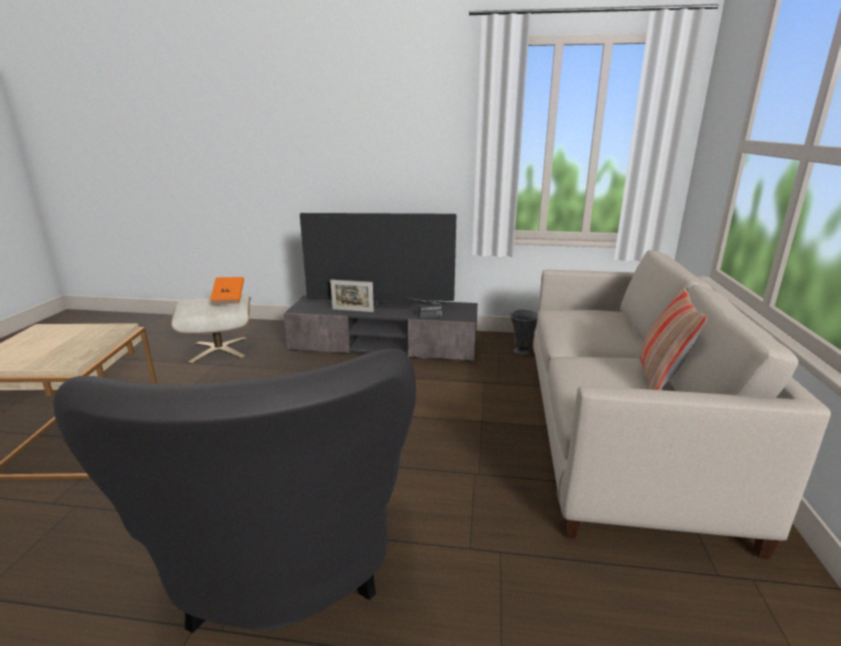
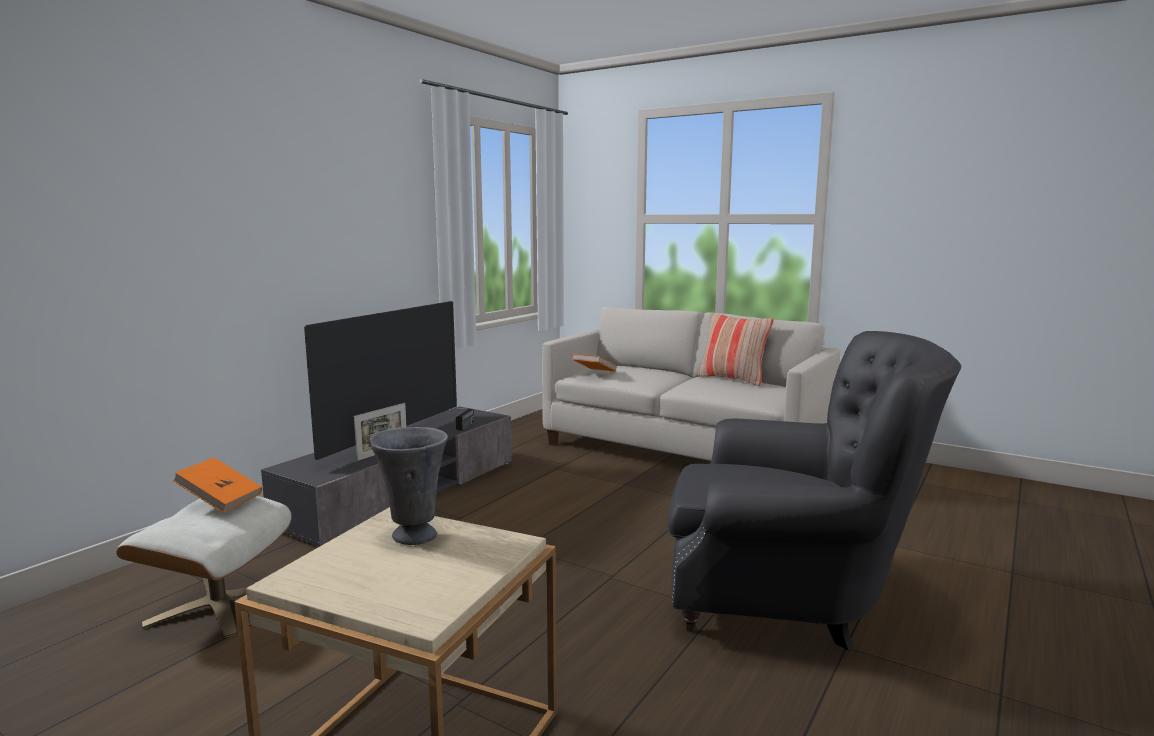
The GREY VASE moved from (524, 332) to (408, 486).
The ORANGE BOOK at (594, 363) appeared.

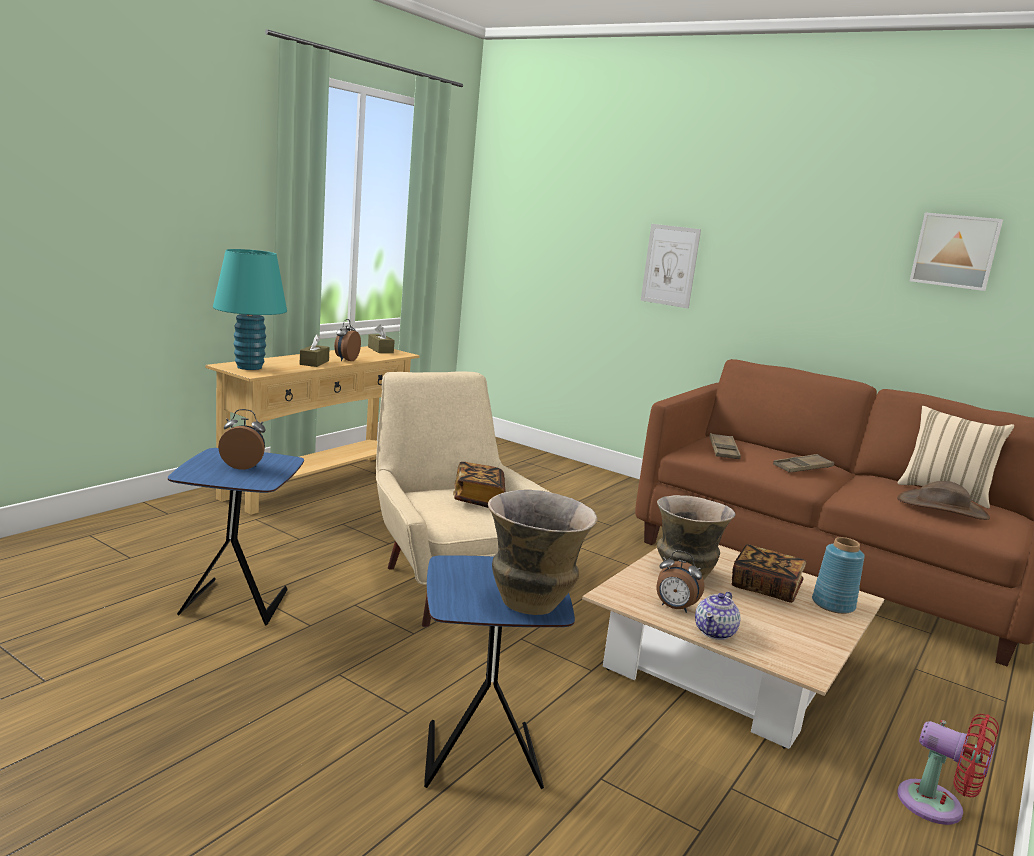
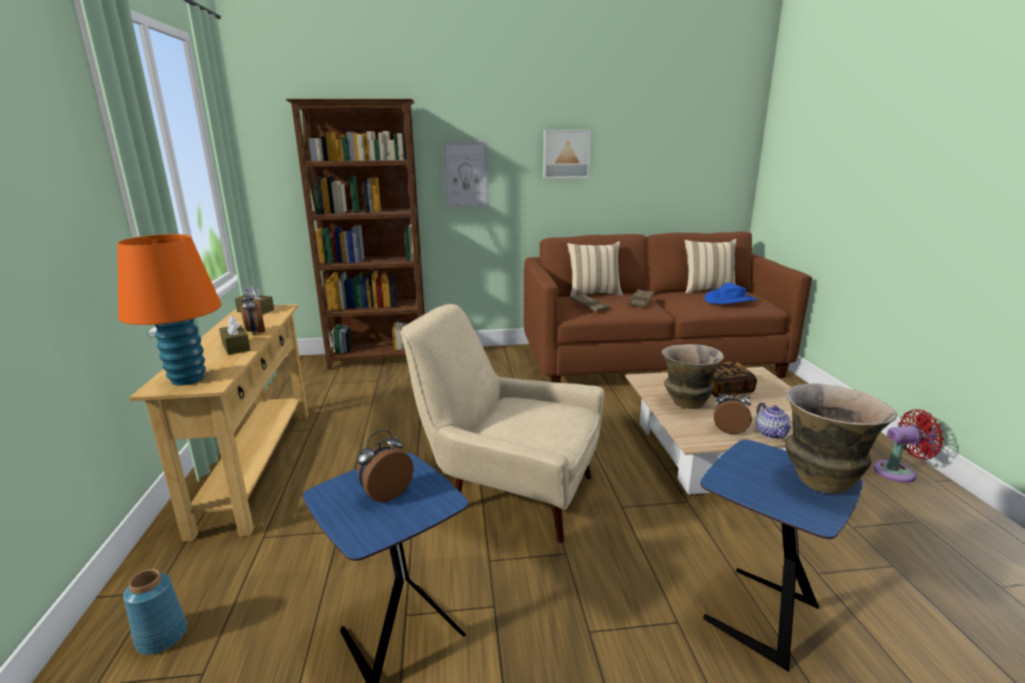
The PICTURE moved from (956, 251) to (567, 154).
The TURQUOISE TABLE LAMP at (250, 309) became the ORANGE TABLE LAMP at (169, 309).
The BOOK at (479, 485) disappeared.
The BROWN HAT at (943, 500) became the BLUE HAT at (730, 293).
The BLUE VASE moved from (838, 575) to (155, 612).
The ALARM CLOCK at (680, 581) turned 150 degrees counterclockwise.
The BROWN BOOKCASE at (355, 234) appeared.
The BEIGE PILLOW at (595, 268) appeared.

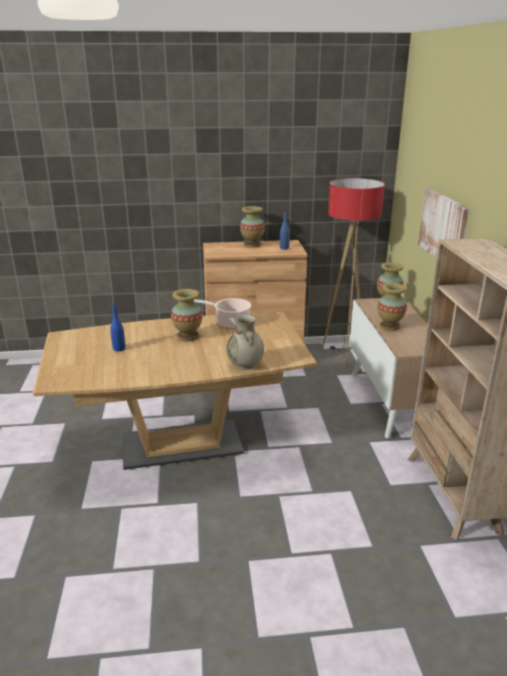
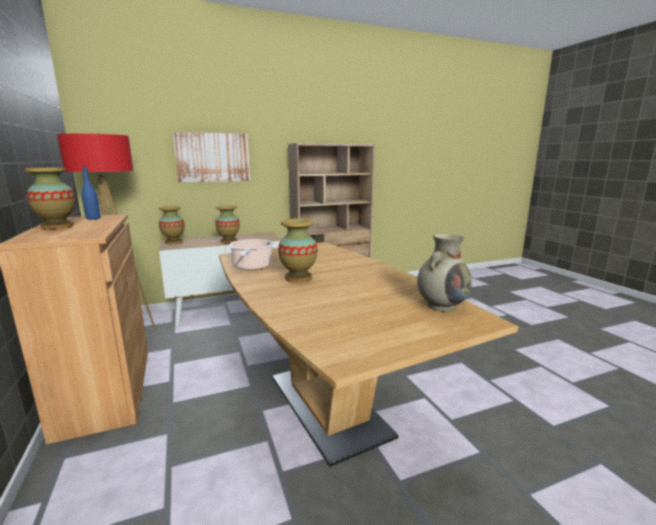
The BLUE BOTTLE at (117, 327) disappeared.
The BEIGE VASE moved from (245, 342) to (444, 273).

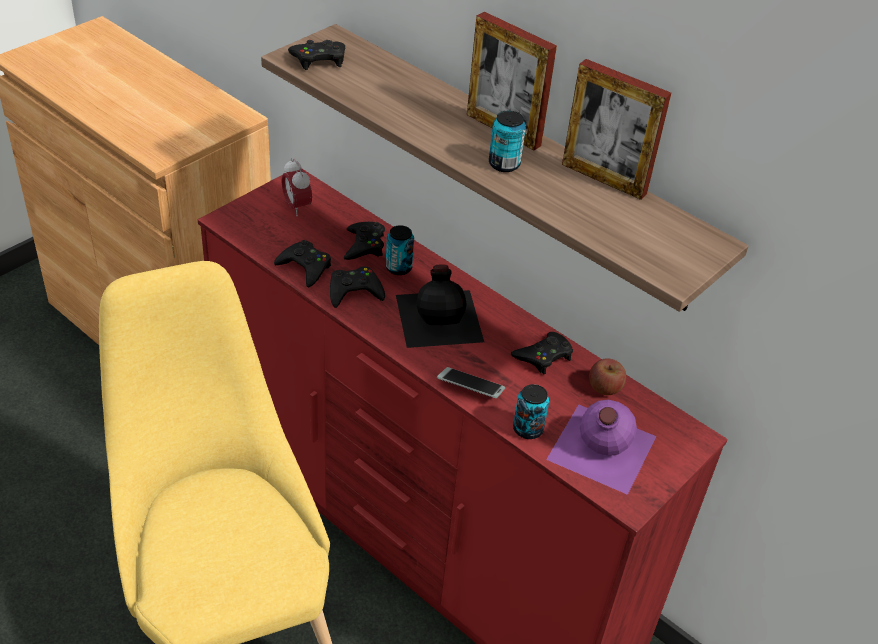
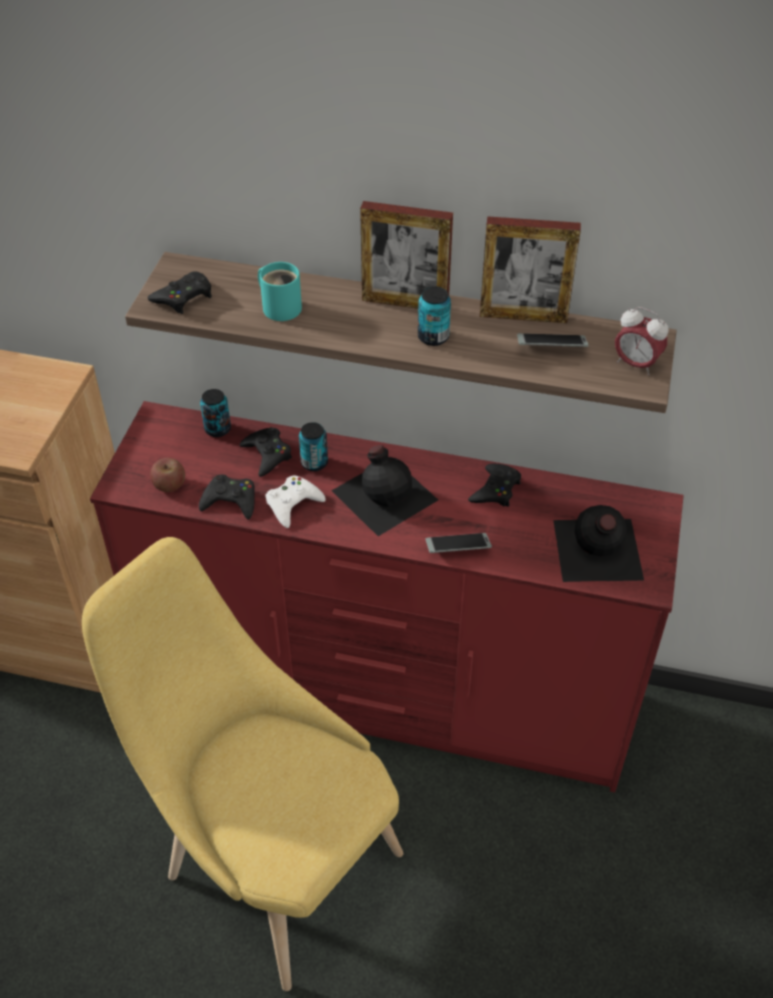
The ALARM CLOCK moved from (297, 187) to (641, 341).
The BLACK GAME CONTROLLER at (357, 287) became the WHITE GAME CONTROLLER at (295, 501).
The APPLE moved from (607, 376) to (167, 475).
The CAN moved from (531, 411) to (215, 413).
The PURPLE BOTTLE at (601, 447) became the BLACK BOTTLE at (598, 543).
The TURQUOISE MUG at (280, 291) appeared.
The PHONE at (553, 340) appeared.

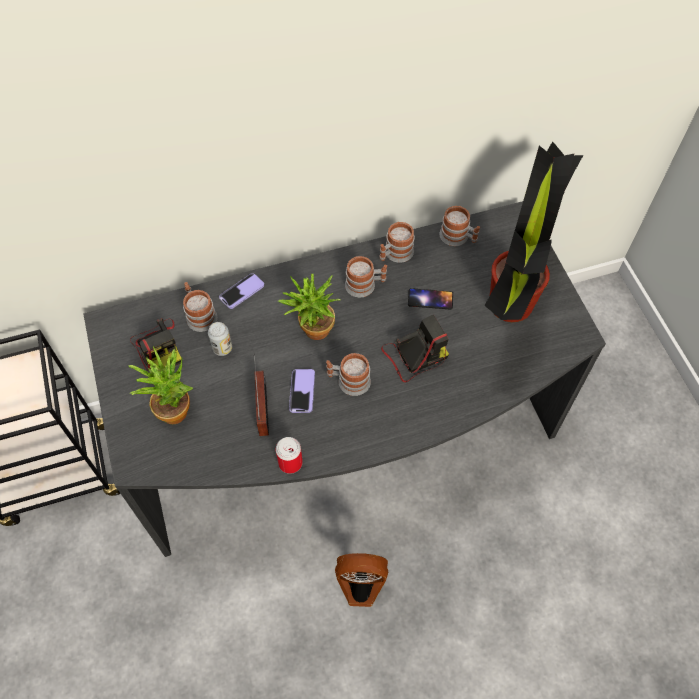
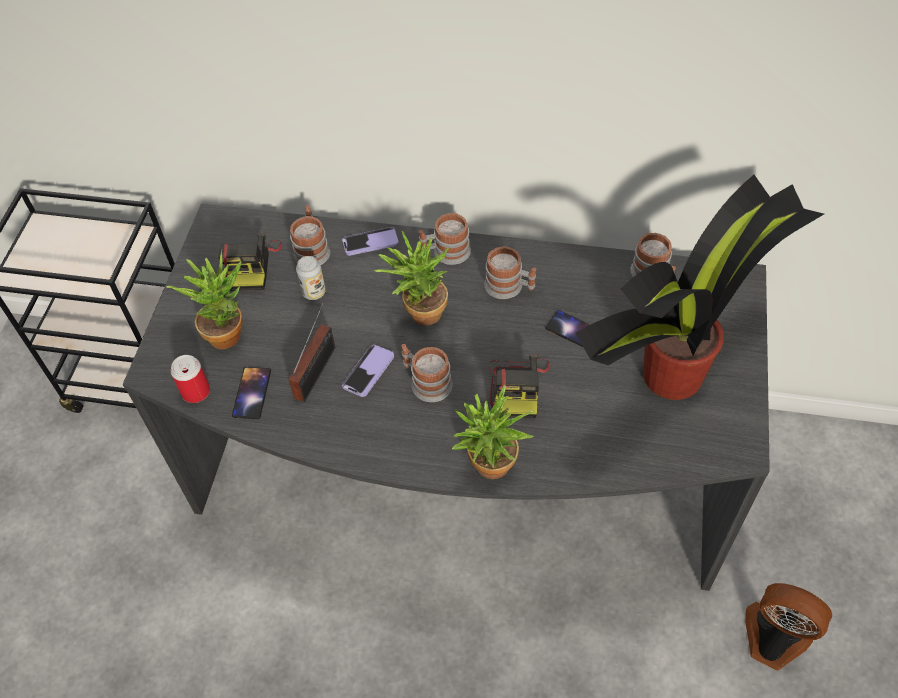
The MUG moved from (397, 242) to (445, 239).
The PHOTO CAMERA at (415, 348) turned 90 degrees clockwise.
The CAN moved from (289, 455) to (190, 379).
The FAN moved from (361, 580) to (788, 626).
The PHONE at (251, 393) appeared.
The POTTED PLANT at (493, 432) appeared.

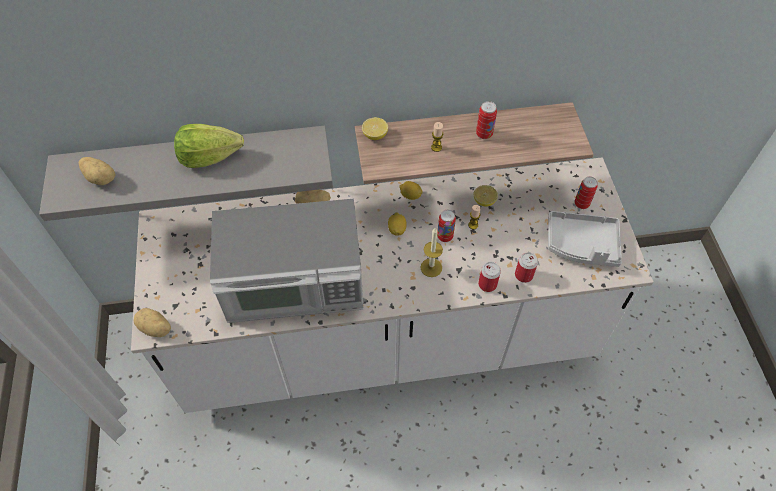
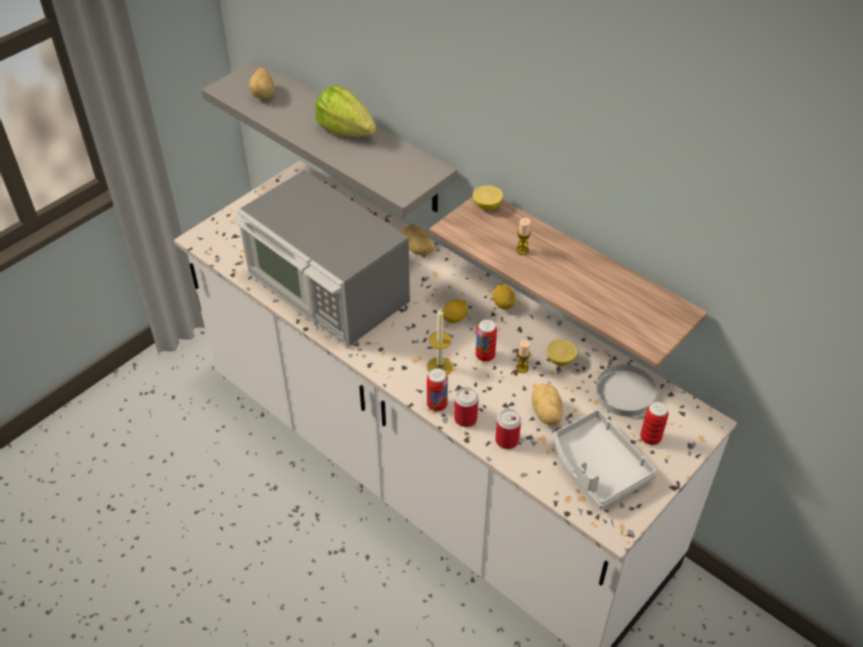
The CAN moved from (486, 120) to (437, 390).
The POTATO moved from (152, 322) to (547, 404).
The WHITE PLATE at (626, 391) appeared.

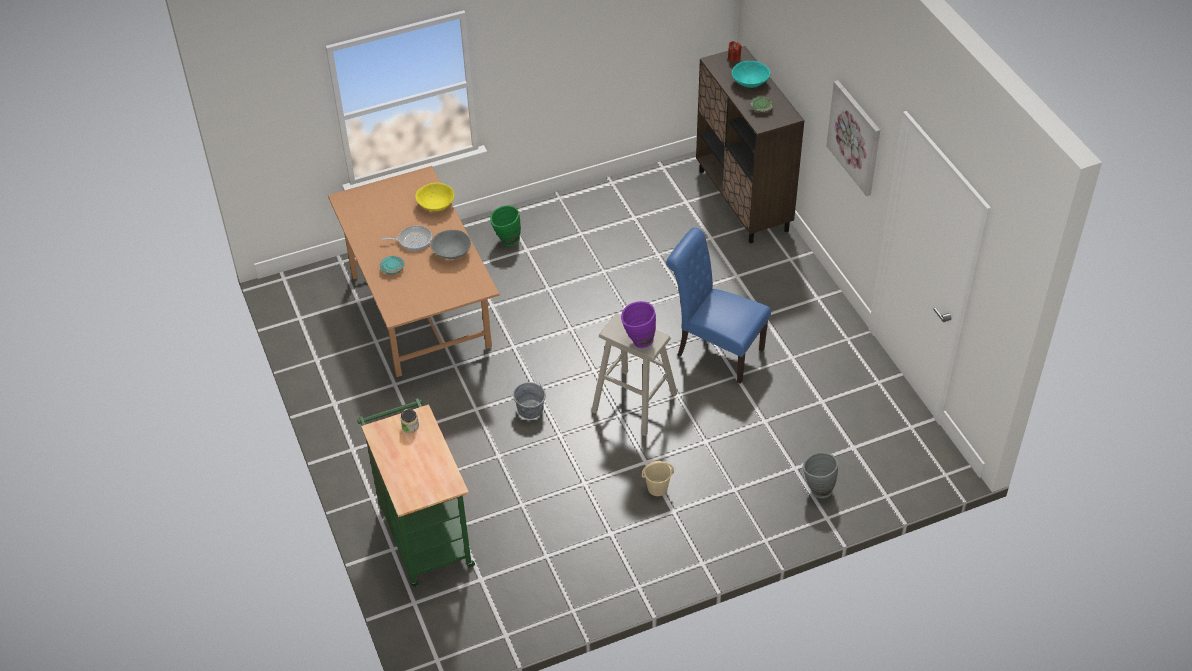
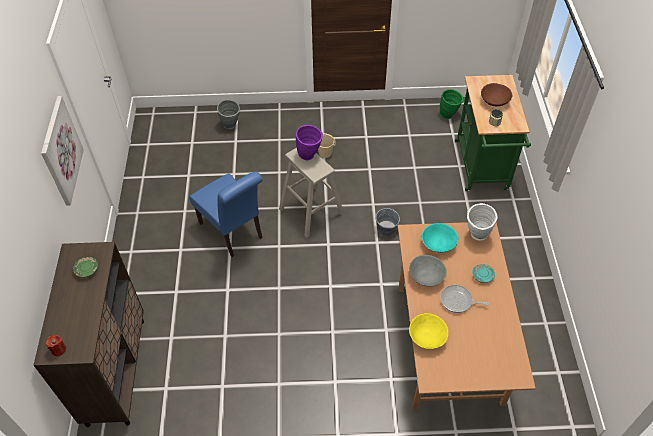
The TURQUOISE BOWL moved from (751, 74) to (440, 238).
The GREEN VASE moved from (505, 225) to (451, 104).
The BROWN BOWL at (496, 94) appeared.
The WHITE VASE at (482, 221) appeared.

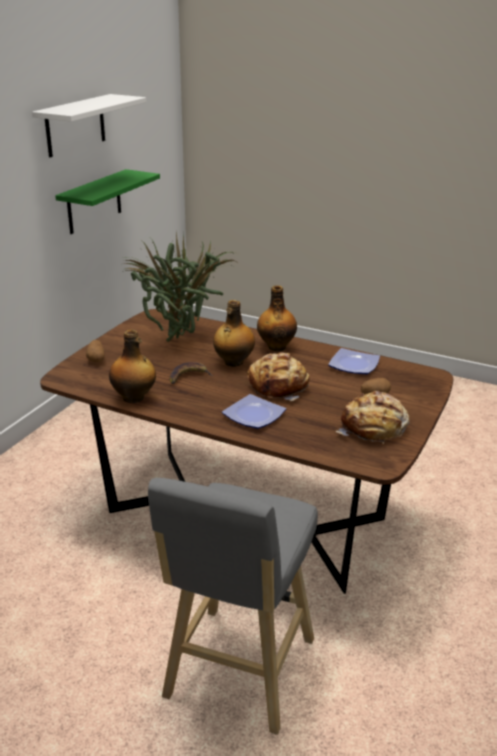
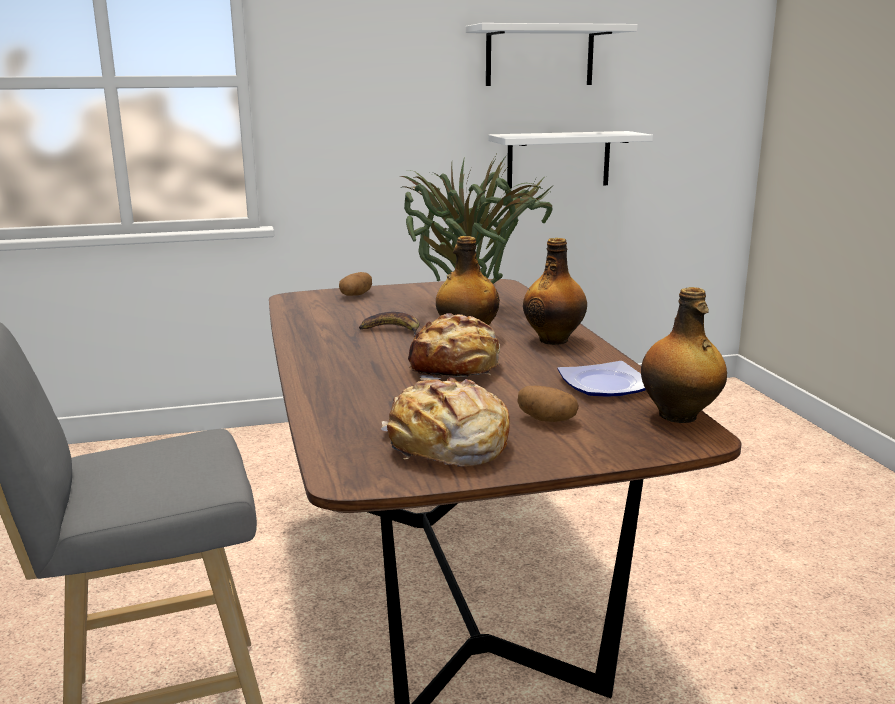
The GREEN SHELF at (107, 201) became the WHITE SHELF at (570, 160).
The BOTTLE moved from (132, 366) to (684, 355).
The PLATE at (254, 411) disappeared.

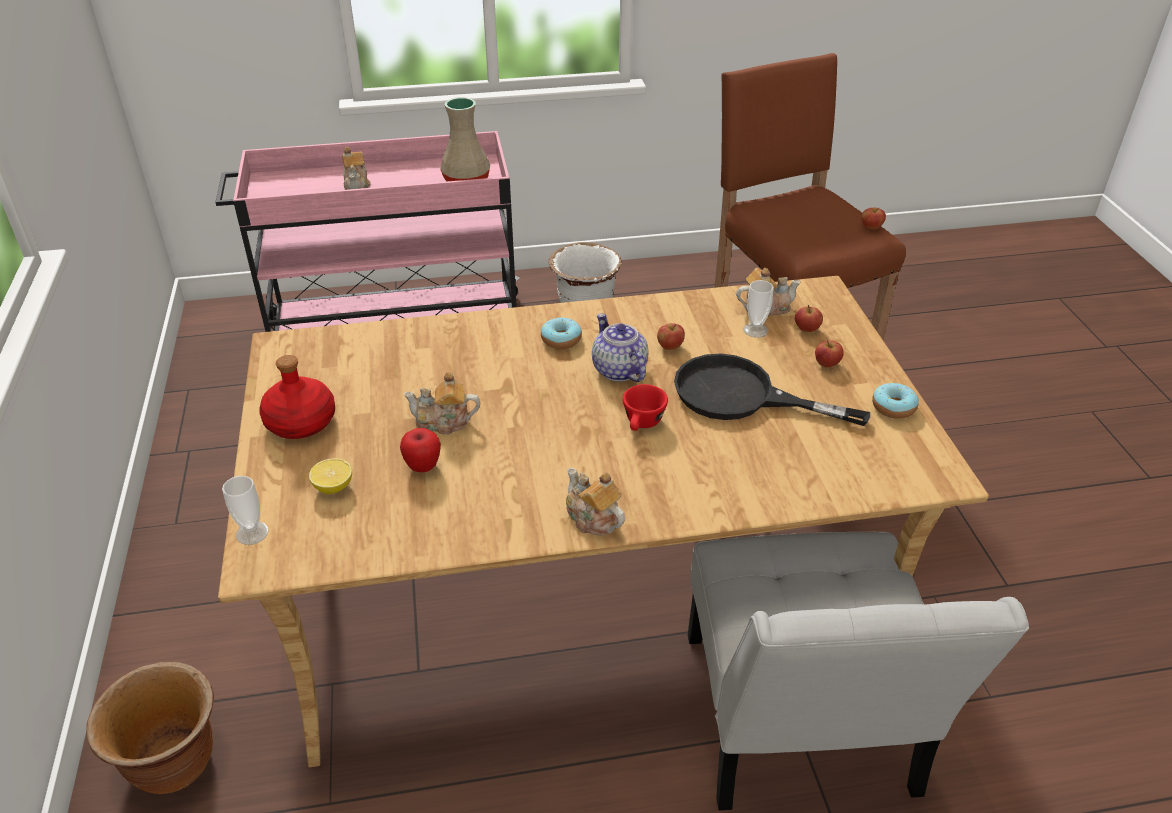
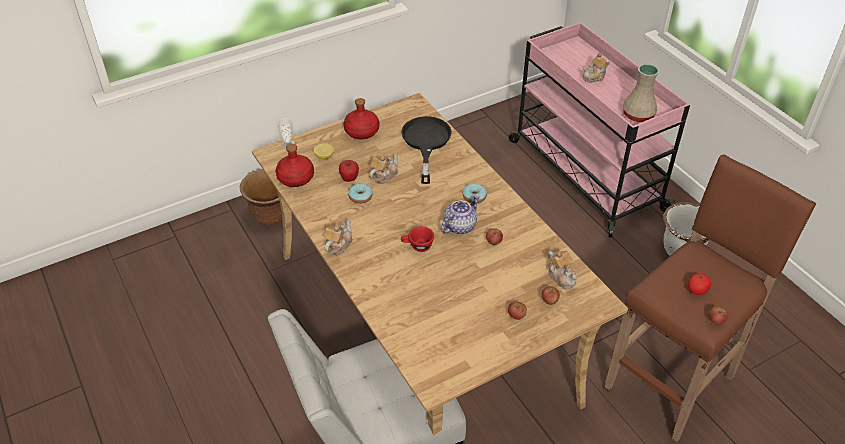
The CUP at (758, 309) disappeared.
The BLACK FRYING PAN moved from (772, 390) to (426, 150).
The TEAPOT at (442, 403) turned 60 degrees clockwise.
The DONUT moved from (895, 400) to (360, 193).
The RED BOTTLE at (295, 165) appeared.
The TOMATO at (699, 284) appeared.

